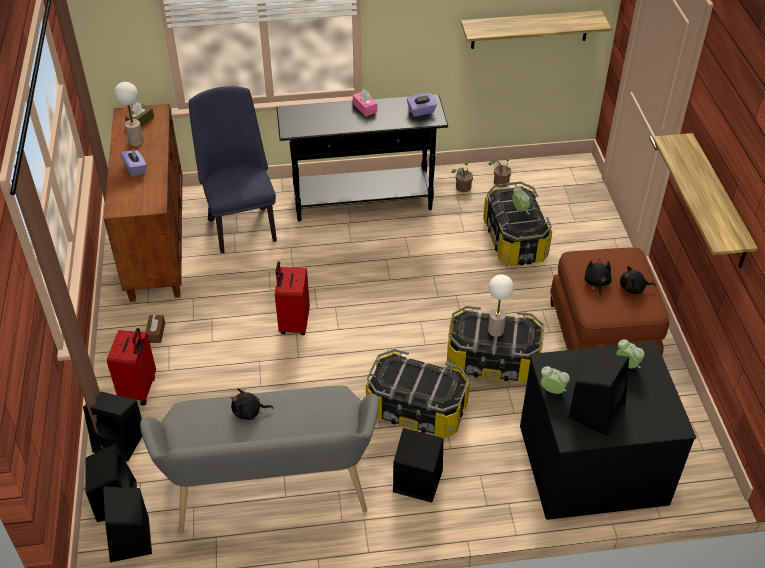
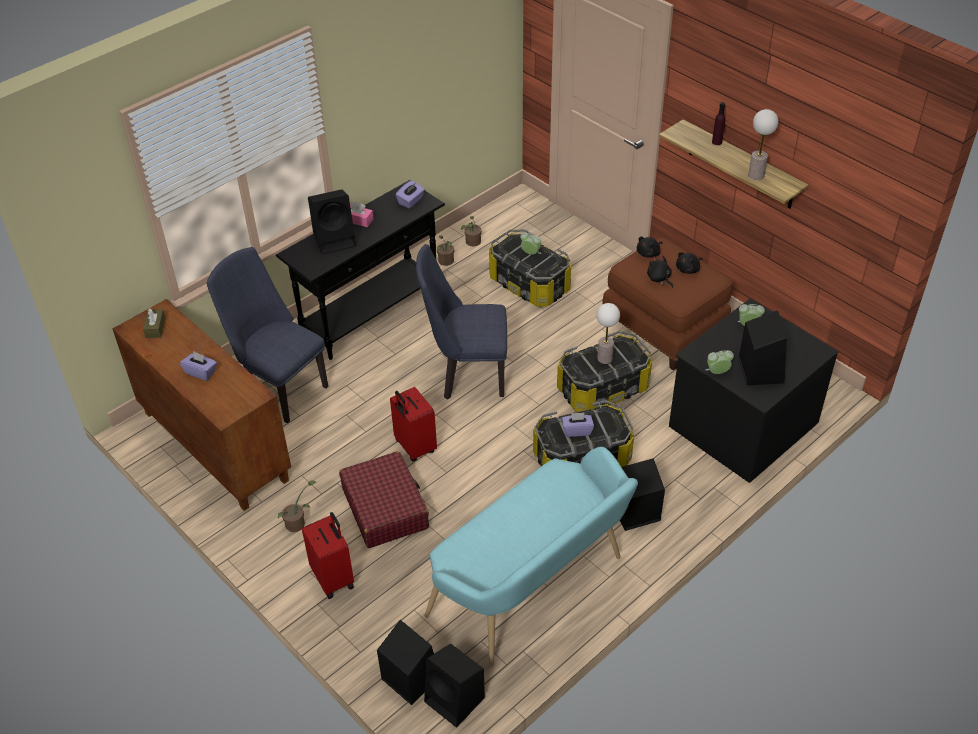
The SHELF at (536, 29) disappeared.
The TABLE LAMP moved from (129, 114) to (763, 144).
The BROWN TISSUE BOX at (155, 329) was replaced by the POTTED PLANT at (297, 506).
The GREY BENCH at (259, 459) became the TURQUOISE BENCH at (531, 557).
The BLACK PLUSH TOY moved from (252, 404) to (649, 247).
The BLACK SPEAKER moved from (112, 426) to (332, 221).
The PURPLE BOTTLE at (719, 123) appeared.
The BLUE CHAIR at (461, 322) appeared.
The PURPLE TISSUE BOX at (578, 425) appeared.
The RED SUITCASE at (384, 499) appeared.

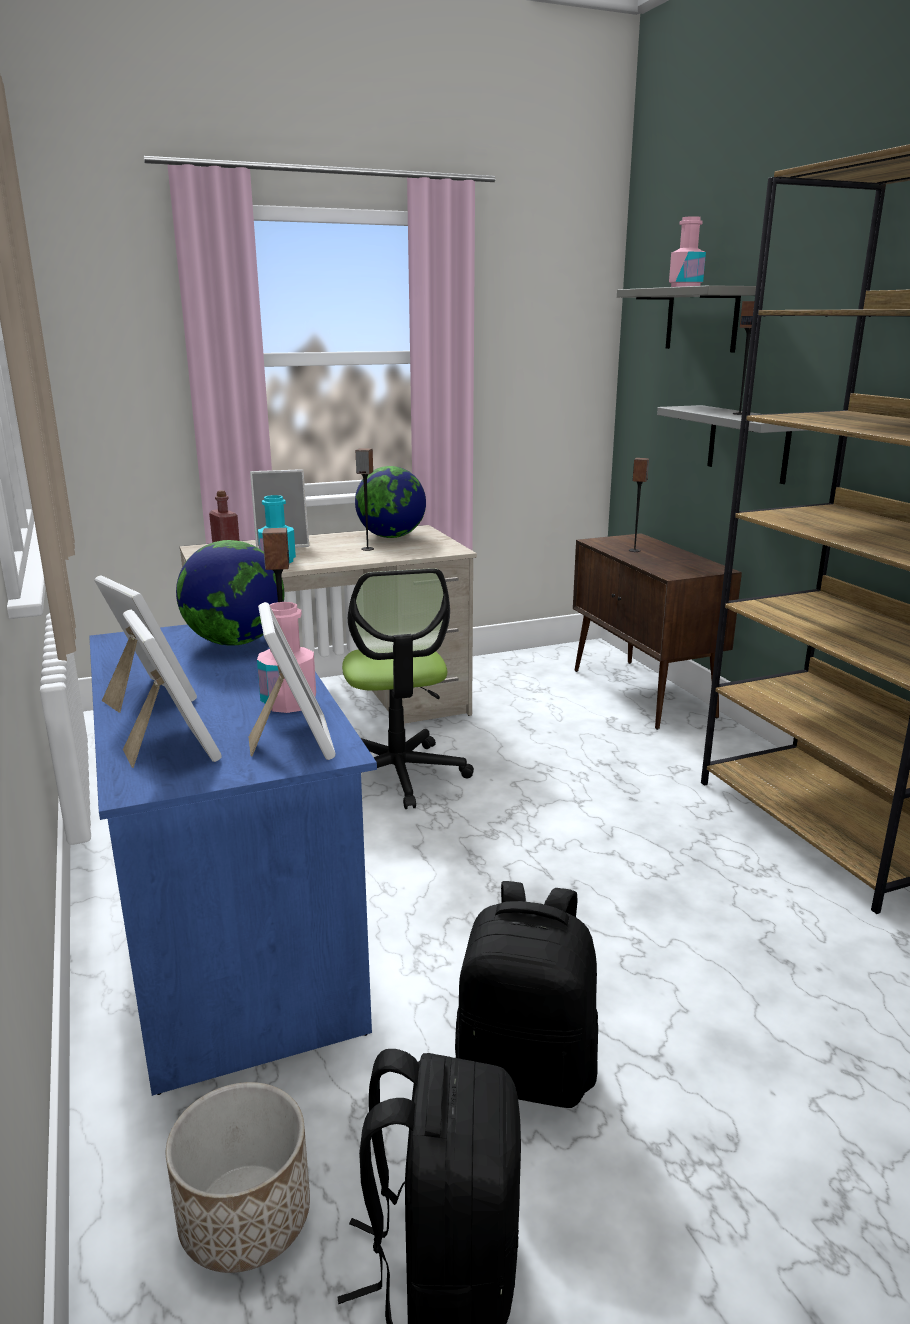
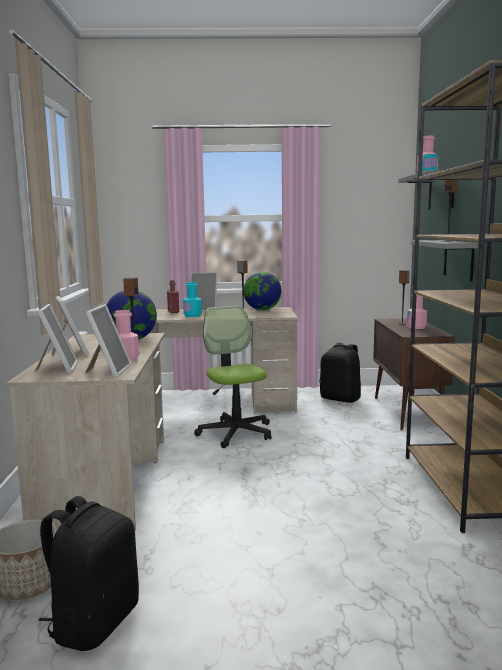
The OFFICE CHAIR at (408, 688) turned 150 degrees clockwise.
The BLUE DESK at (233, 860) became the BEIGE DESK at (85, 432).
The BLACK BACKPACK moved from (526, 994) to (340, 373).
The PINK BOTTLE at (417, 311) appeared.

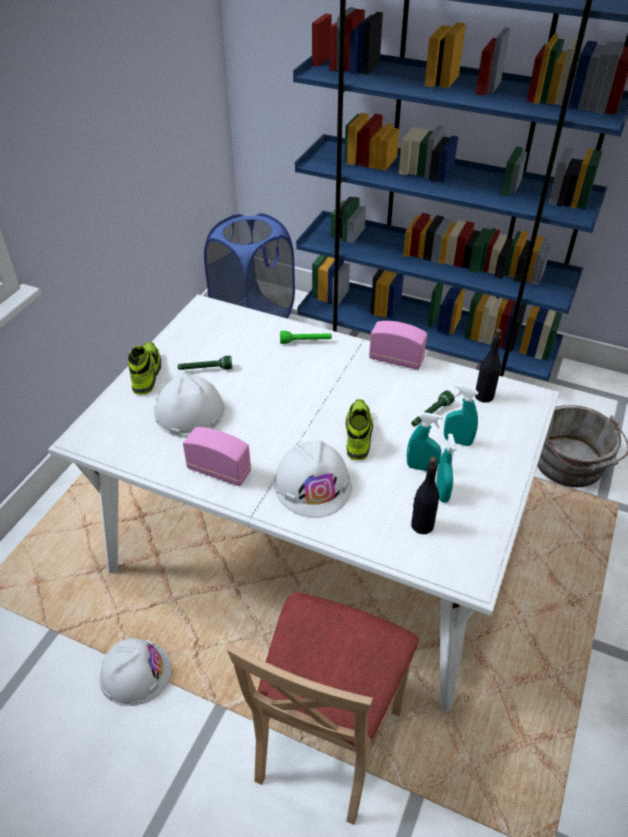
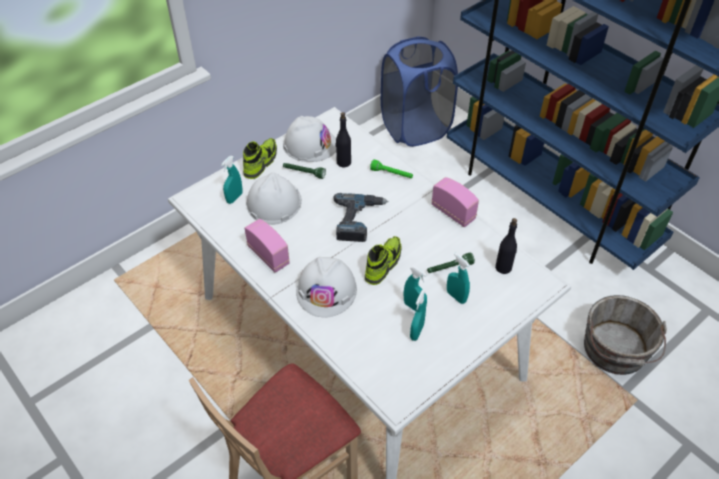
The BLACK BOTTLE moved from (425, 495) to (343, 139).
The WHITE HARD HAT moved from (135, 672) to (309, 139).
The TURQUOISE SPRAY BOTTLE at (232, 180) appeared.
The POWER DRILL at (361, 217) appeared.

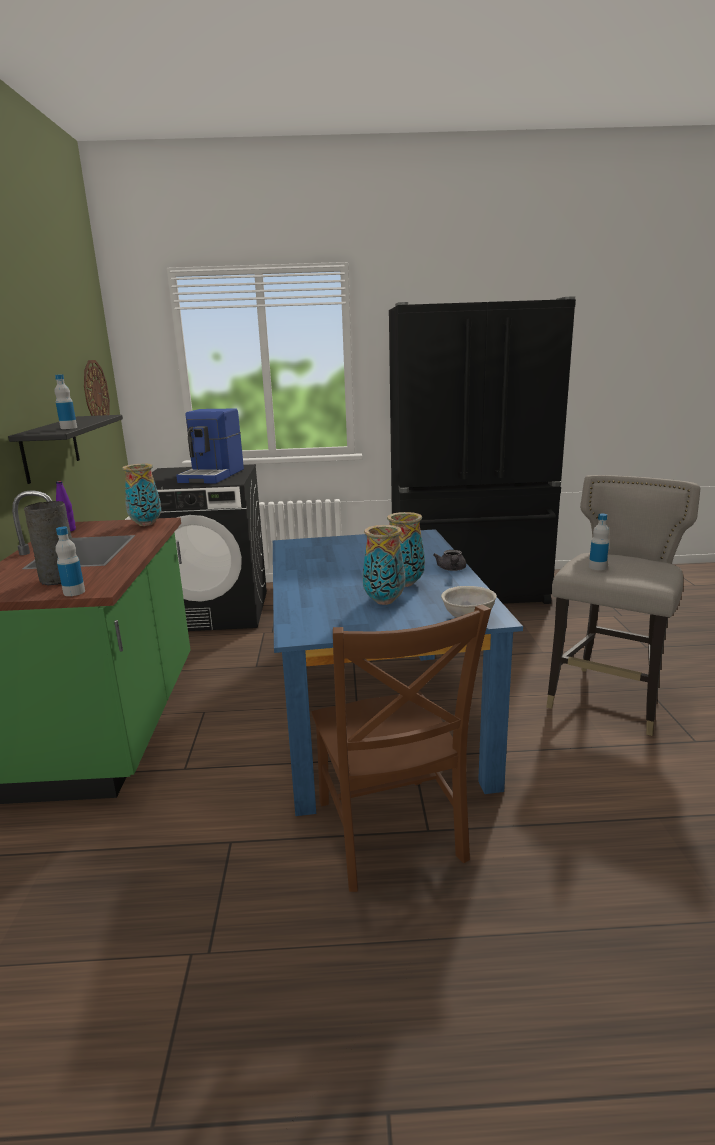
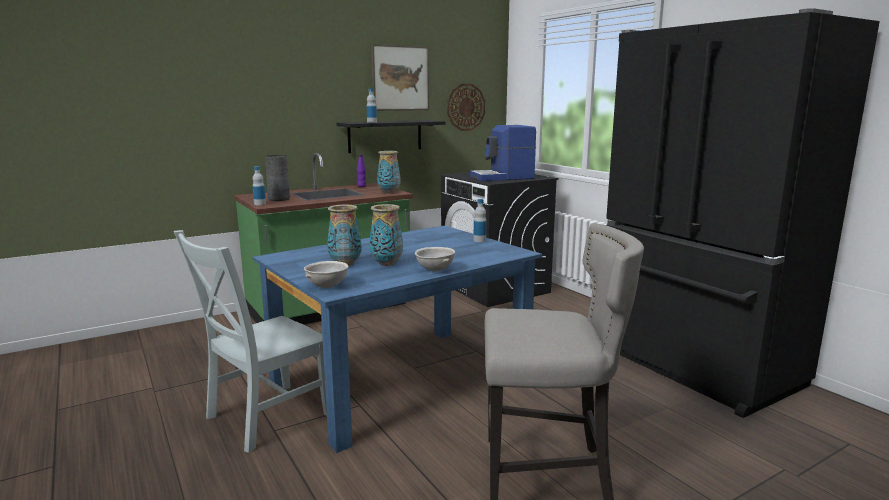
The BOTTLE moved from (599, 542) to (479, 220).
The GREY TEAPOT at (449, 560) was replaced by the GREY BOWL at (435, 259).
The BROWN CHAIR at (401, 748) became the GREY CHAIR at (250, 341).
The PICTURE at (400, 77) appeared.

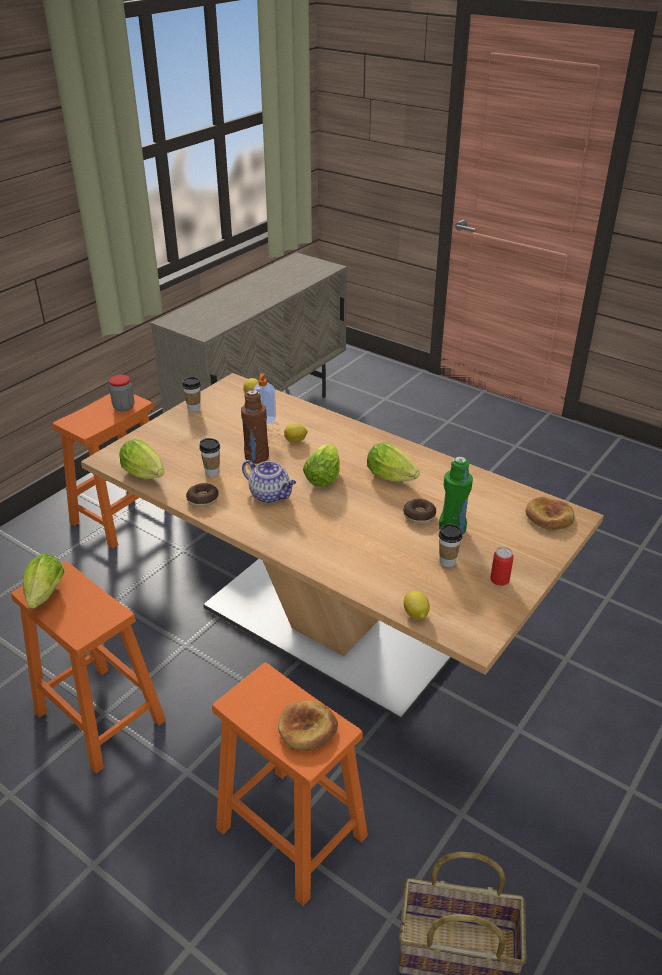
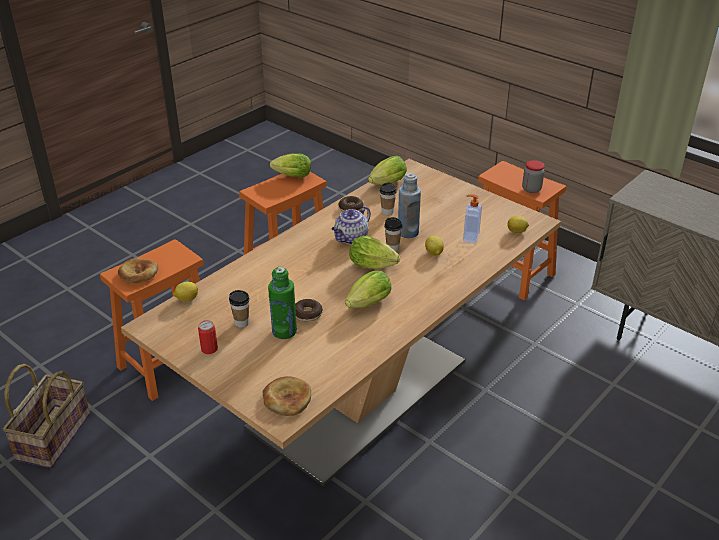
The CUP moved from (191, 394) to (393, 234).
The BROWN BOTTLE at (255, 426) became the BLUE BOTTLE at (409, 205).

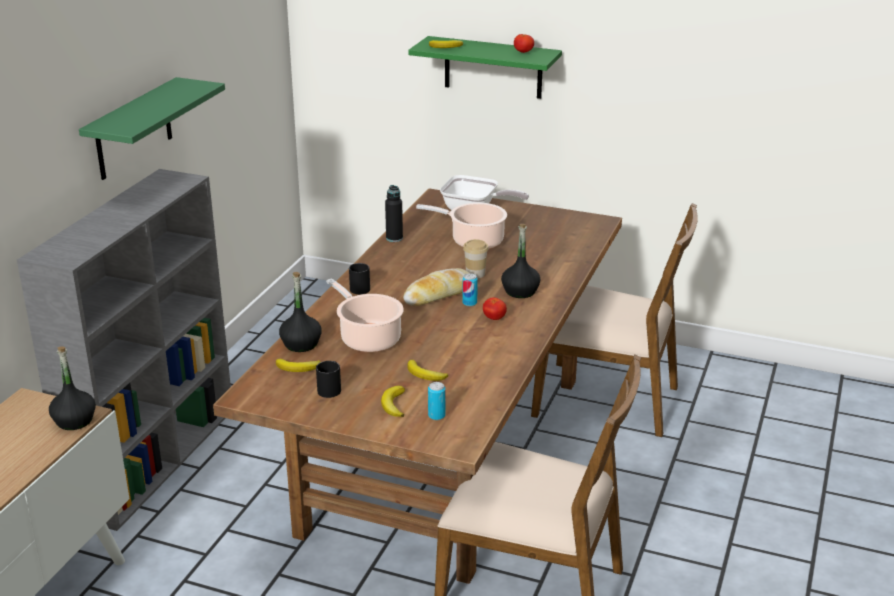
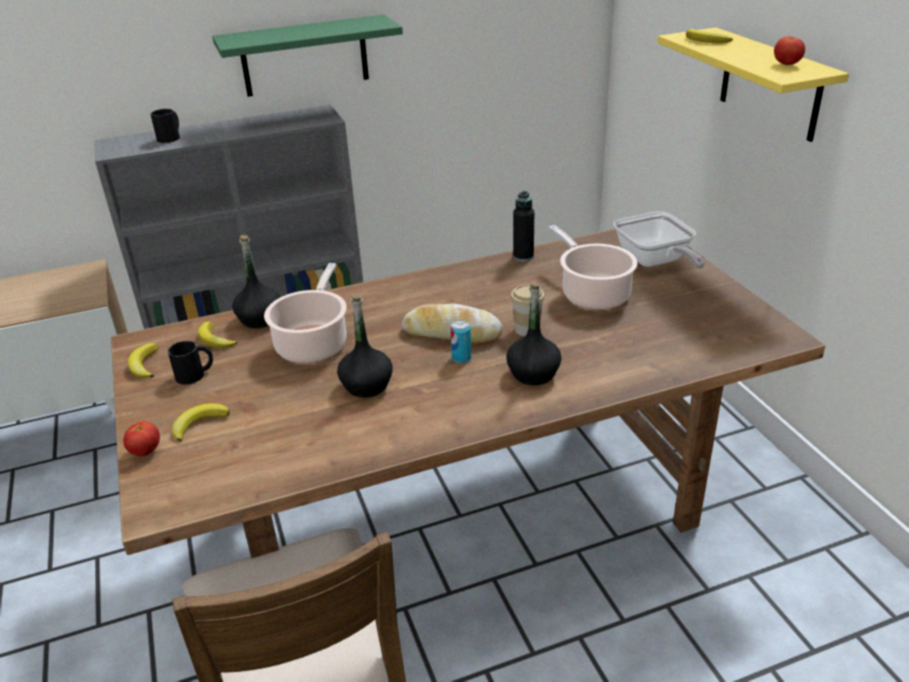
The GREEN SHELF at (485, 67) became the YELLOW SHELF at (753, 84).
The BROWN CHAIR at (614, 320) disappeared.
The BLACK MUG moved from (359, 278) to (165, 126).
The TOMATO moved from (495, 308) to (141, 438).
The BLACK BOTTLE moved from (72, 388) to (365, 346).
The BANANA moved from (427, 370) to (143, 360).
The CAN at (436, 401) disappeared.

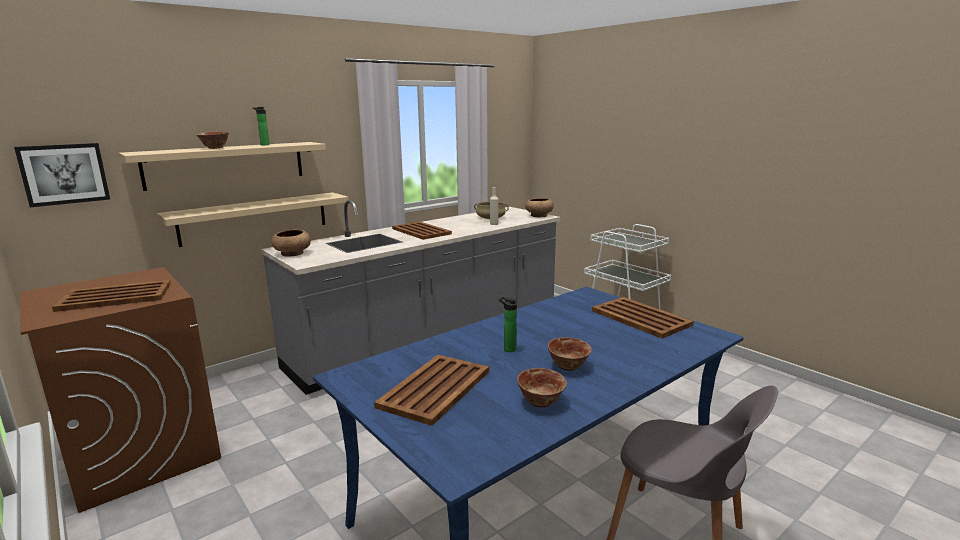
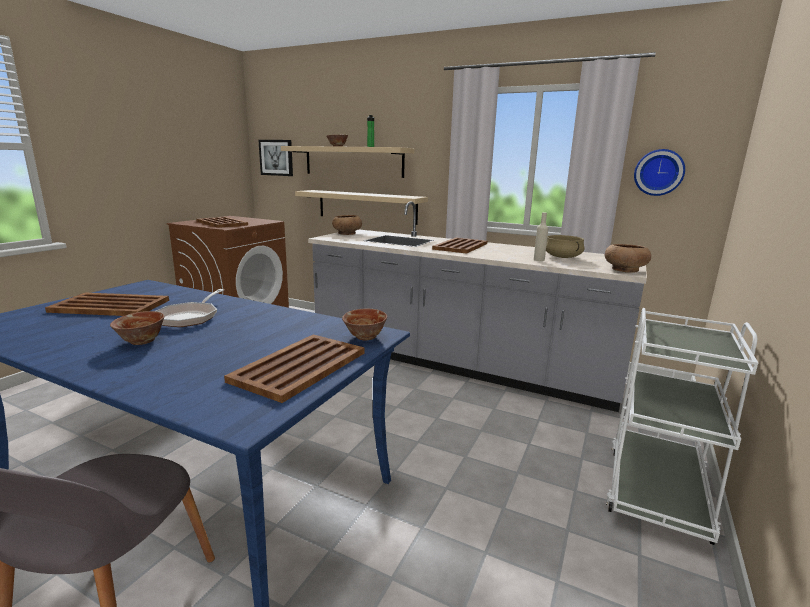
The BOTTLE at (508, 324) was replaced by the FRYING PAN at (190, 308).
The BOWL moved from (542, 387) to (364, 324).
The WALL CLOCK at (659, 172) appeared.

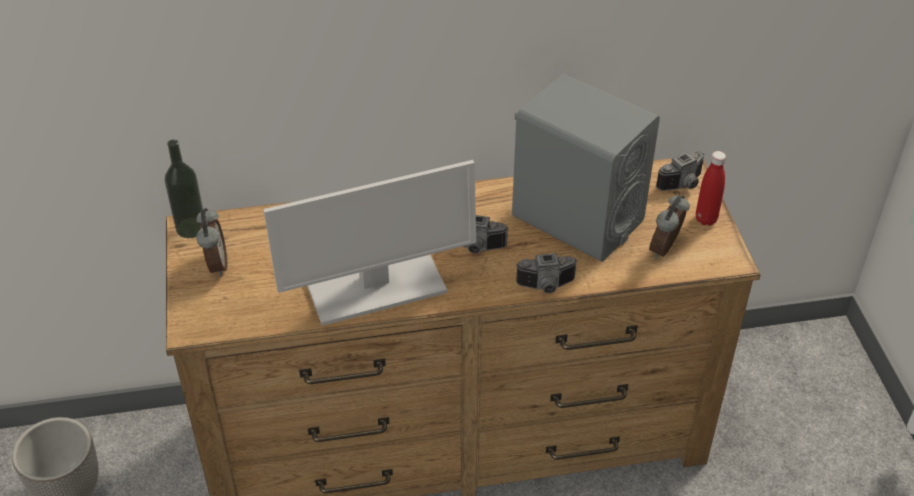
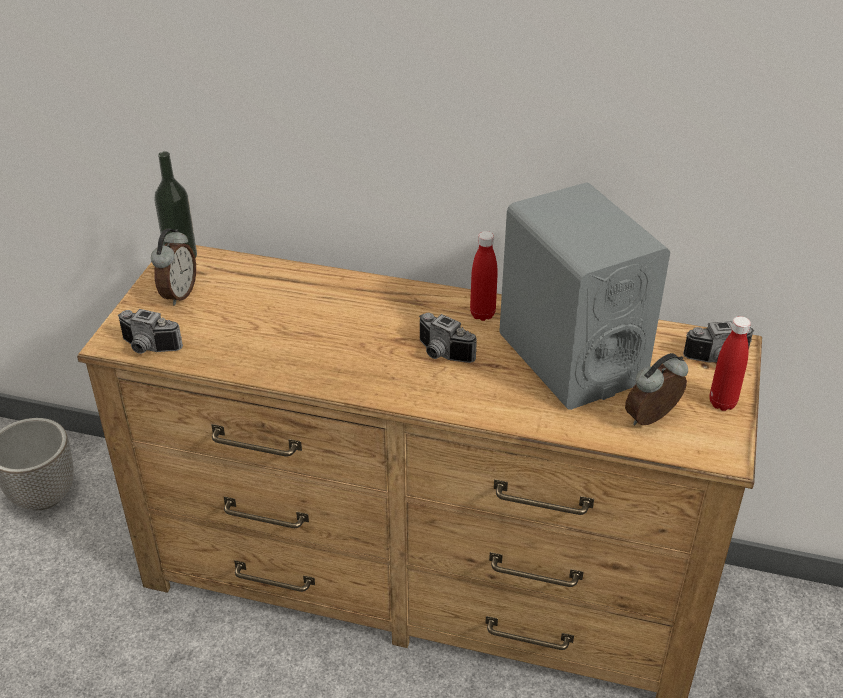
The MONITOR at (369, 243) disappeared.
The PHOTO CAMERA moved from (546, 273) to (150, 331).
The RED BOTTLE at (484, 276) appeared.

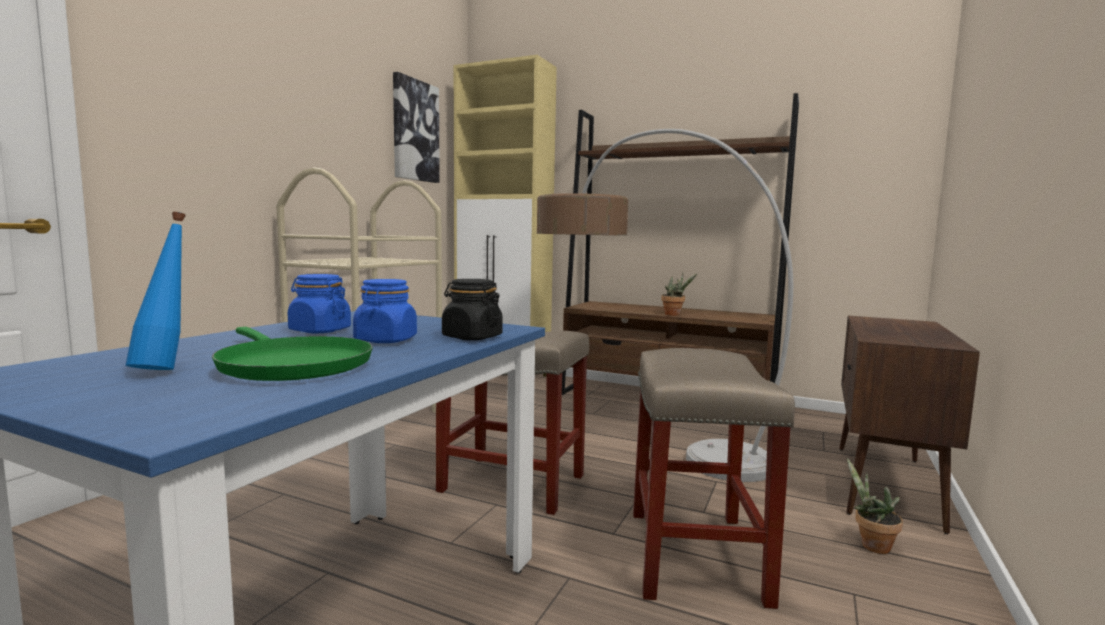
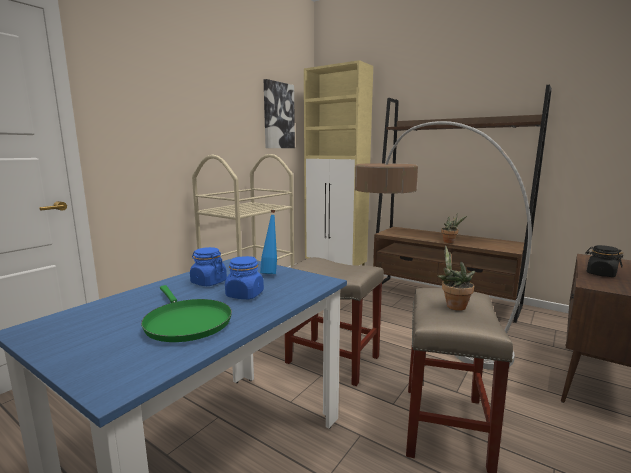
The BLUE BOTTLE moved from (156, 291) to (268, 242).
The BLACK JAR moved from (472, 309) to (604, 261).
The POTTED PLANT moved from (875, 506) to (456, 278).

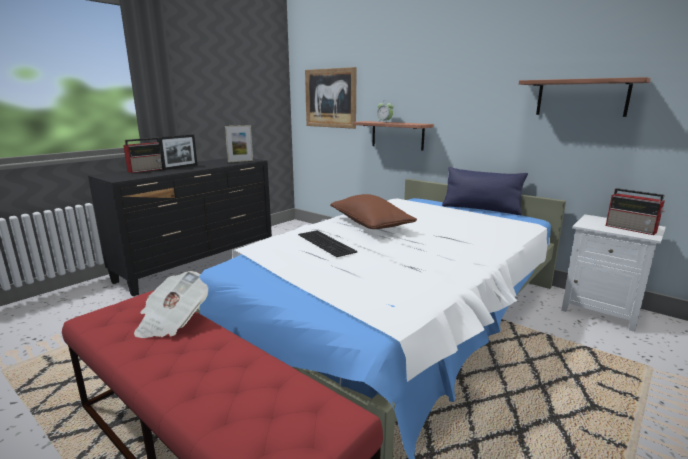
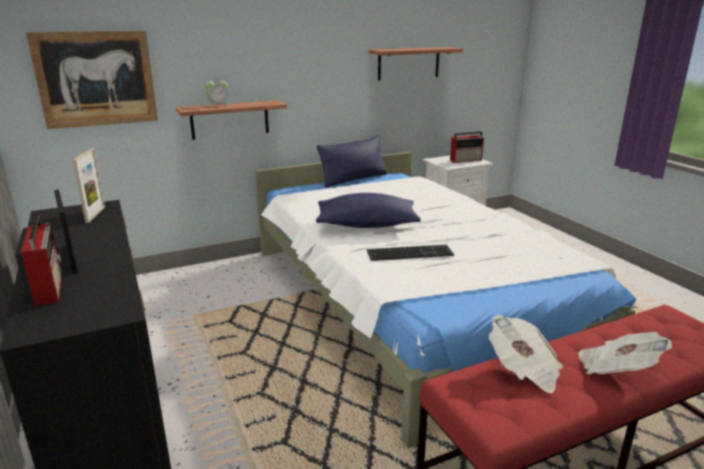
The BROWN PILLOW at (373, 211) became the BLUE PILLOW at (368, 210).
The NEWSPAPER at (625, 353) appeared.

